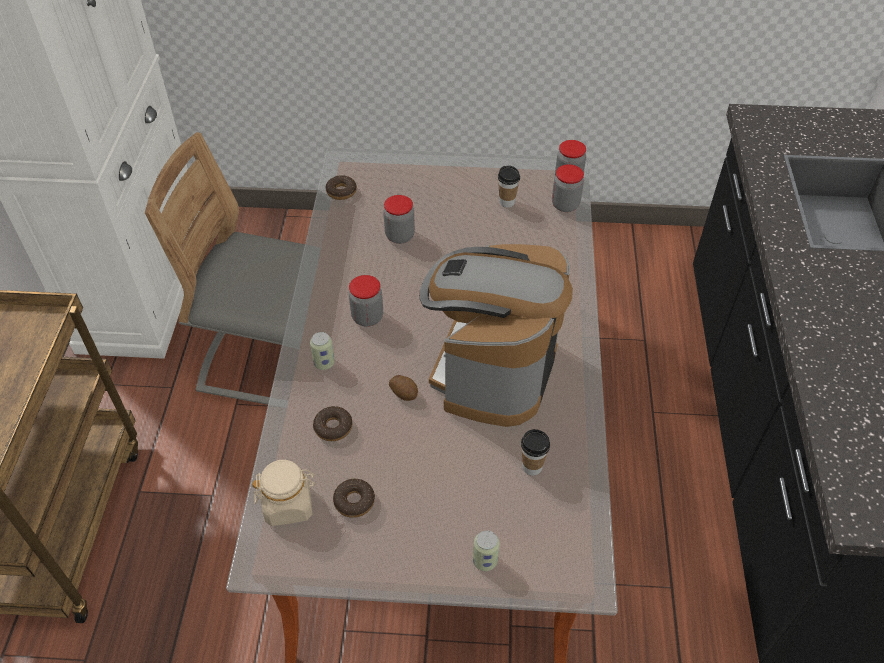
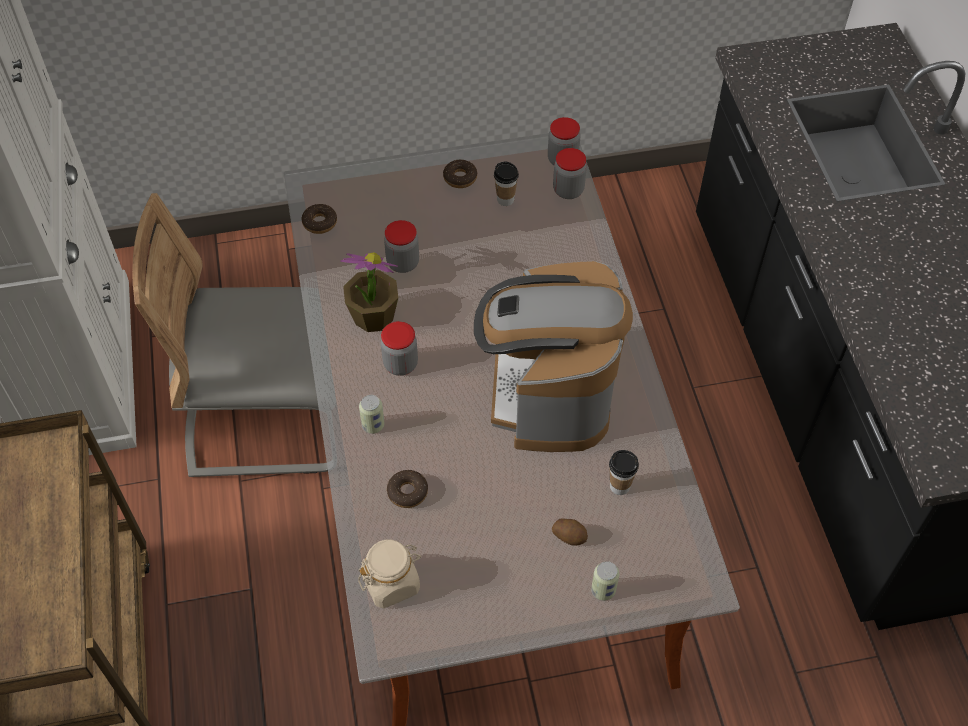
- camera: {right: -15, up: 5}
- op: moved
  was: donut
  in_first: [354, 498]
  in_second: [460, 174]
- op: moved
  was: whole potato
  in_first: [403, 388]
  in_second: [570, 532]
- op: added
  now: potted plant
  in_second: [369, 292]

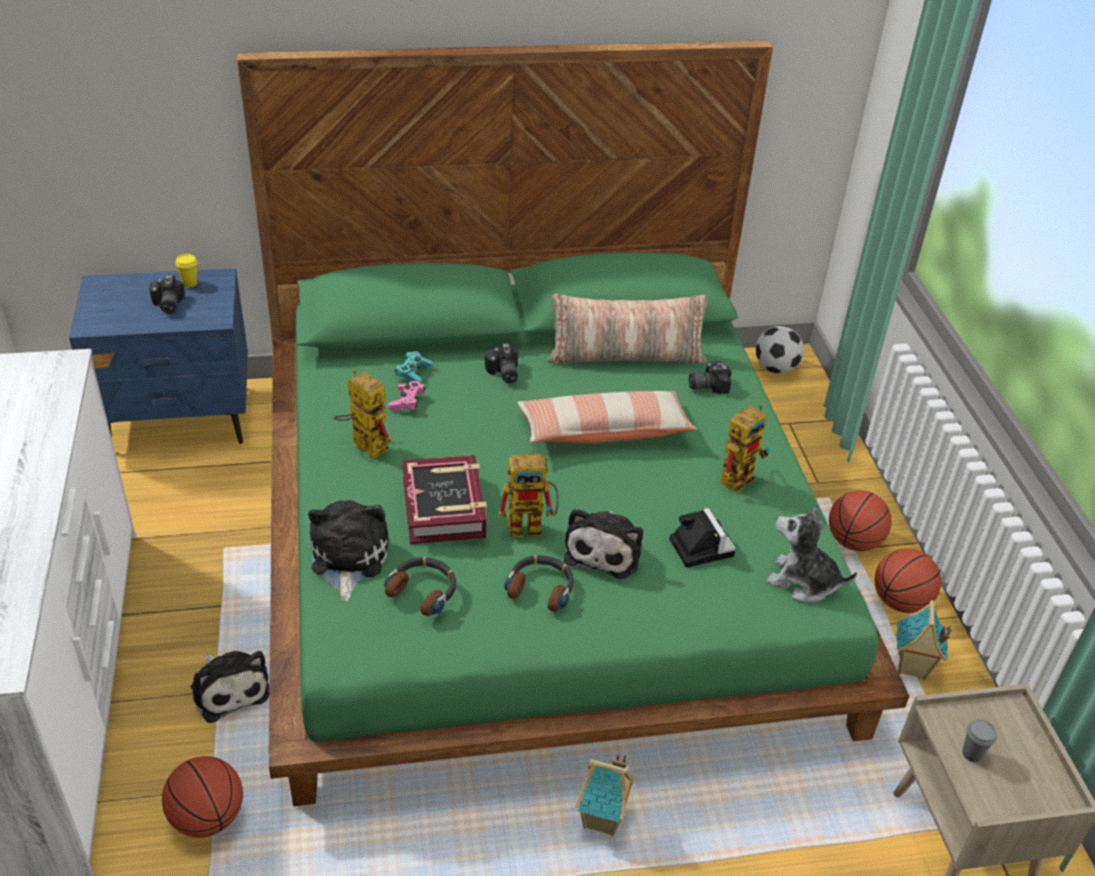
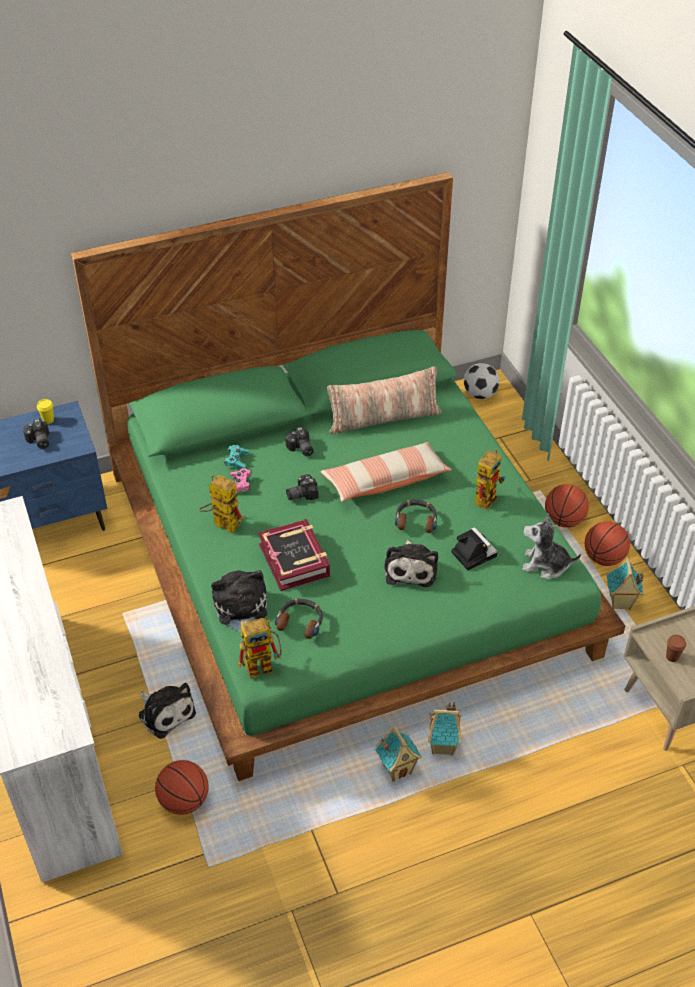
- camera: {right: -10, up: 5}
- op: moved
  was: toy robot
  in_first: [527, 496]
  in_second: [260, 648]
- op: moved
  was: headphones
  in_first: [539, 583]
  in_second: [416, 516]
- op: moved
  was: photo camera
  in_first: [710, 377]
  in_second: [302, 487]
- op: recoloured
  was: greyish small cup
  now: brown-coloured small cup
  in_first: [979, 740]
  in_second: [676, 648]
- op: added
  now: model house
  in_second: [398, 753]

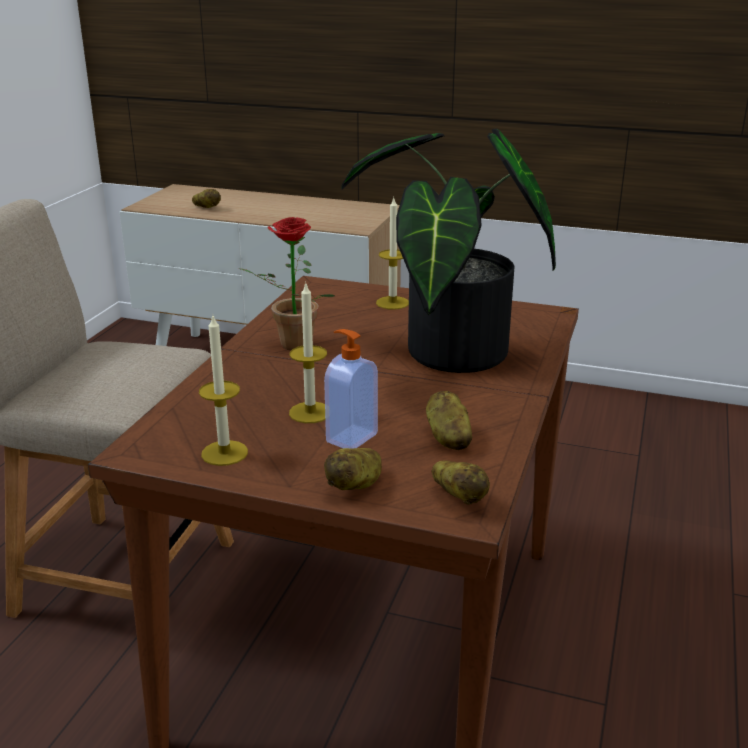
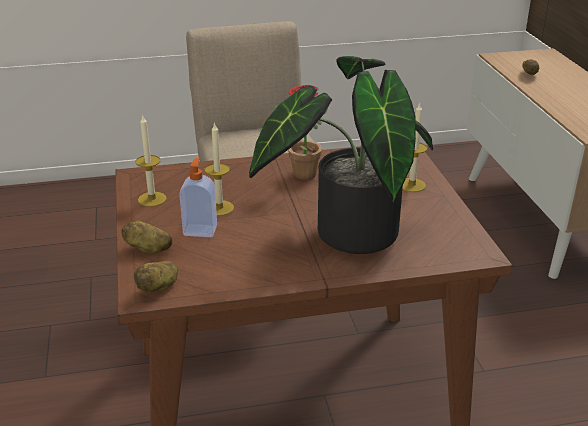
- camera: {right: 60, up: 5}
- op: removed
  was: whole potato
  in_first: [449, 420]

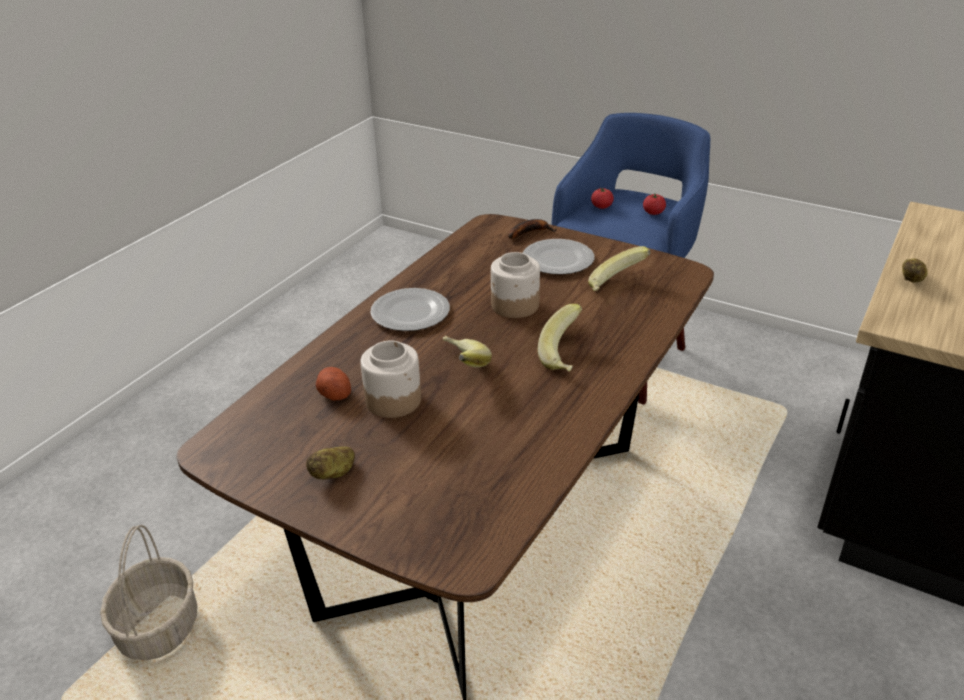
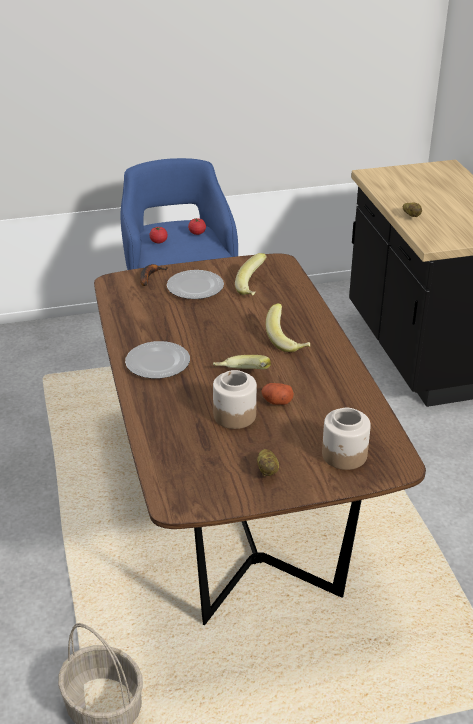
- camera: {right: -45, up: 0}
- op: moved
  was: whole potato
  in_first: [333, 384]
  in_second: [277, 394]
- op: moved
  was: preserve jar
  in_first: [515, 285]
  in_second: [346, 439]

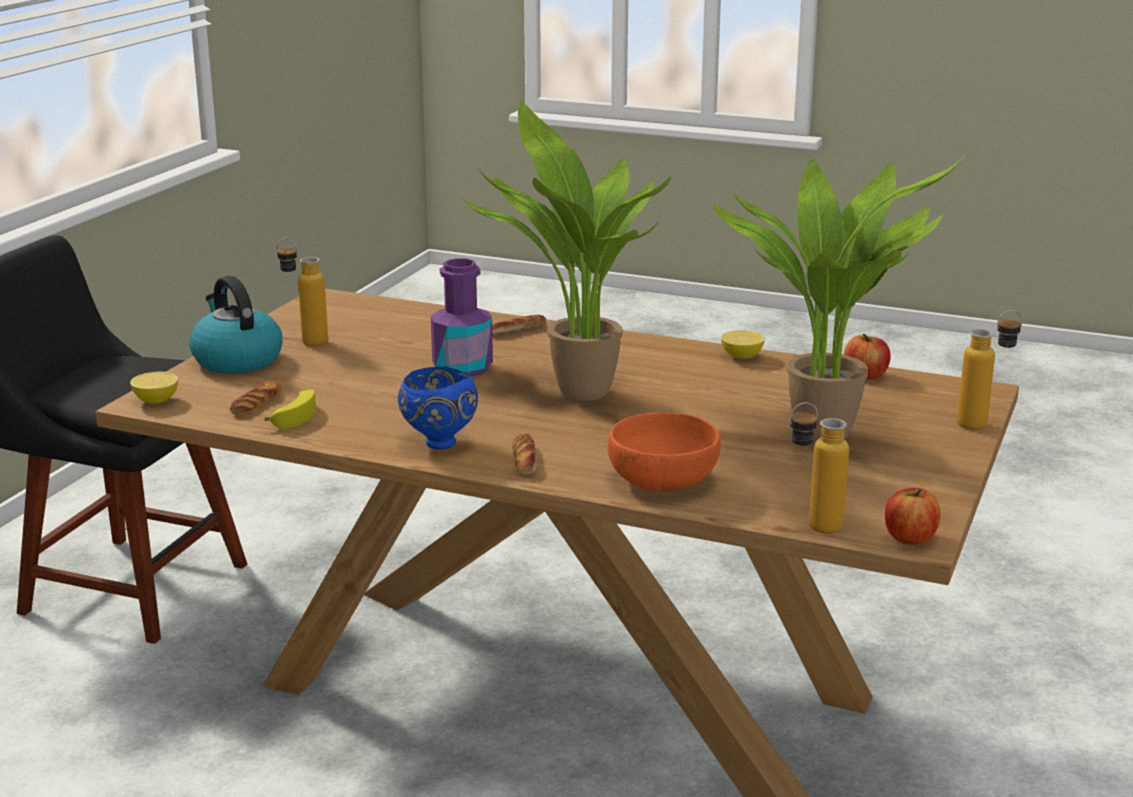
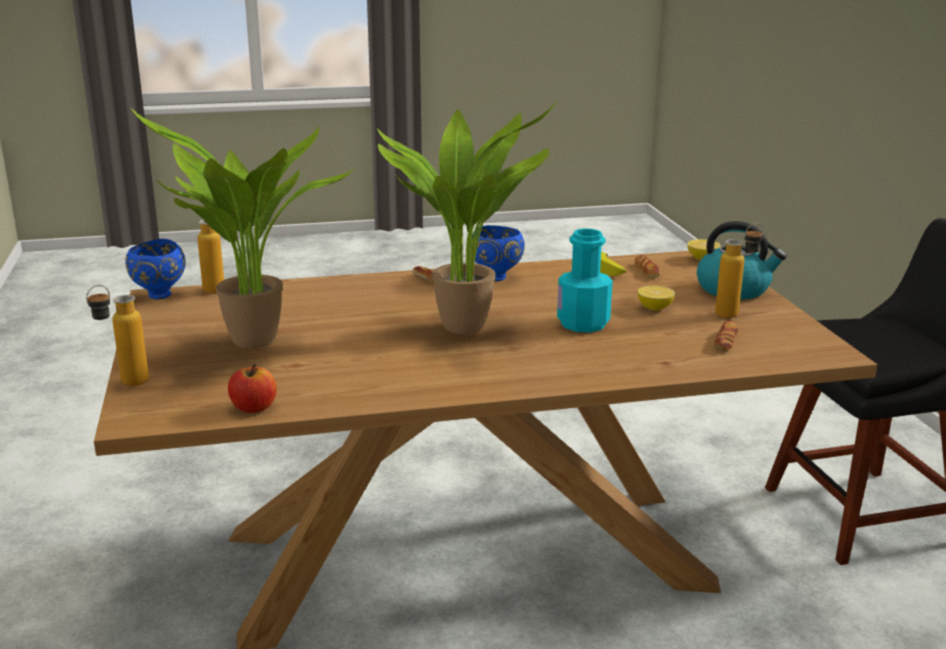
- camera: {right: 145, up: 0}
- op: recoloured
  was: purple bottle
  now: blue-green bottle
  in_first: [462, 317]
  in_second: [585, 280]
- op: moved
  was: bread
  in_first: [519, 324]
  in_second: [726, 336]
- op: removed
  was: orange-coloured deep dish
  in_first: [664, 452]
- op: moved
  was: lemon
  in_first: [743, 344]
  in_second: [656, 298]
- op: replaced
  was: apple
  now: blue-coloured deep dish
  in_first: [912, 516]
  in_second: [155, 269]

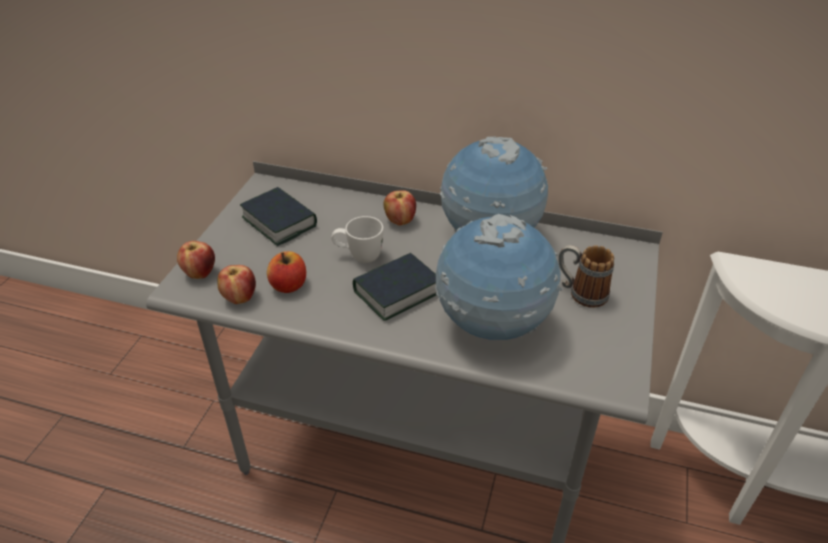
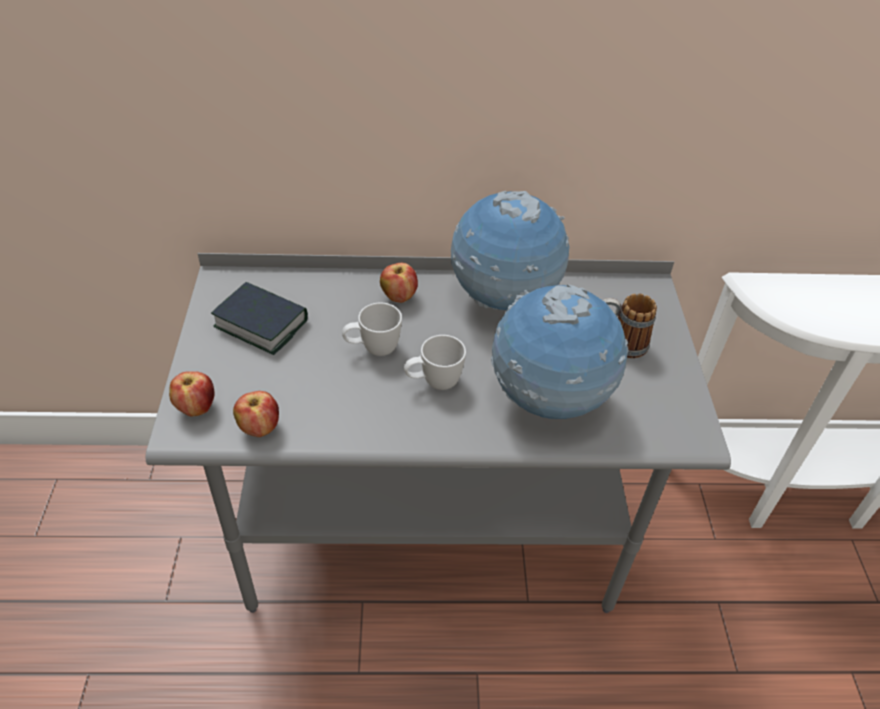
- camera: {right: -20, up: 5}
- op: removed
  was: apple
  in_first: [286, 272]
- op: replaced
  was: book
  now: whitish tea mug
  in_first: [395, 287]
  in_second: [435, 362]

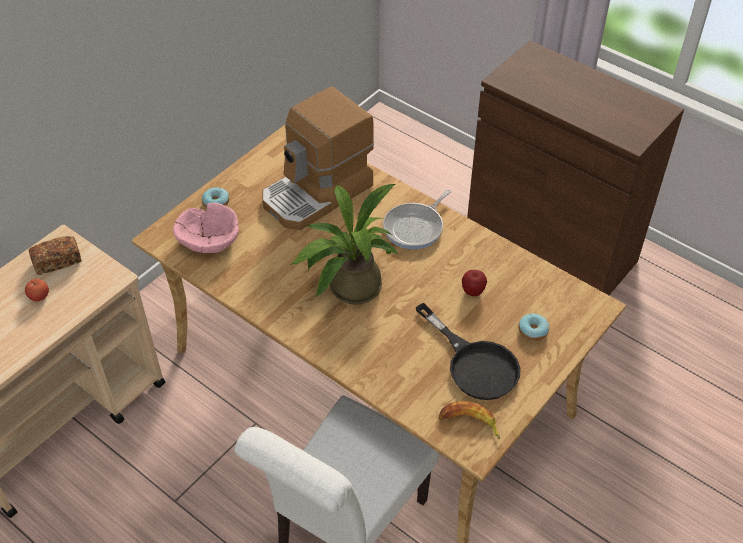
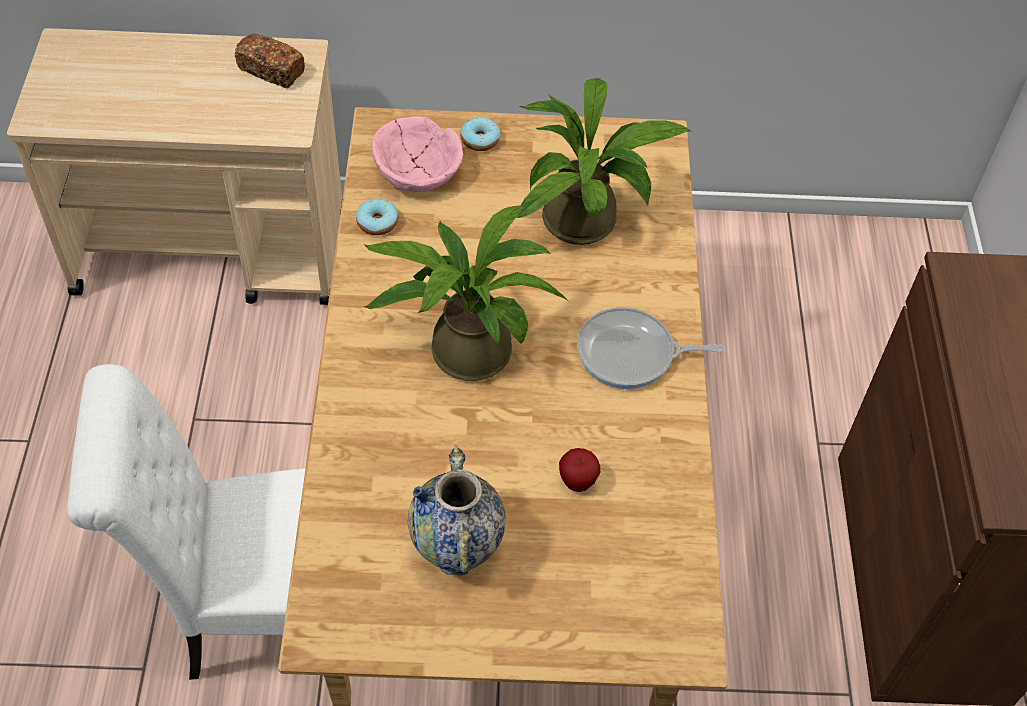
- camera: {right: 50, up: 5}
- op: removed
  was: apple
  in_first: [37, 290]
- op: replaced
  was: coffee maker
  now: potted plant
  in_first: [318, 158]
  in_second: [604, 161]
- op: replaced
  was: black-coloured frying pan
  now: vase
  in_first: [468, 351]
  in_second: [457, 510]
- op: removed
  was: whole banana
  in_first: [469, 420]
- op: moved
  was: donut
  in_first: [533, 327]
  in_second: [377, 217]

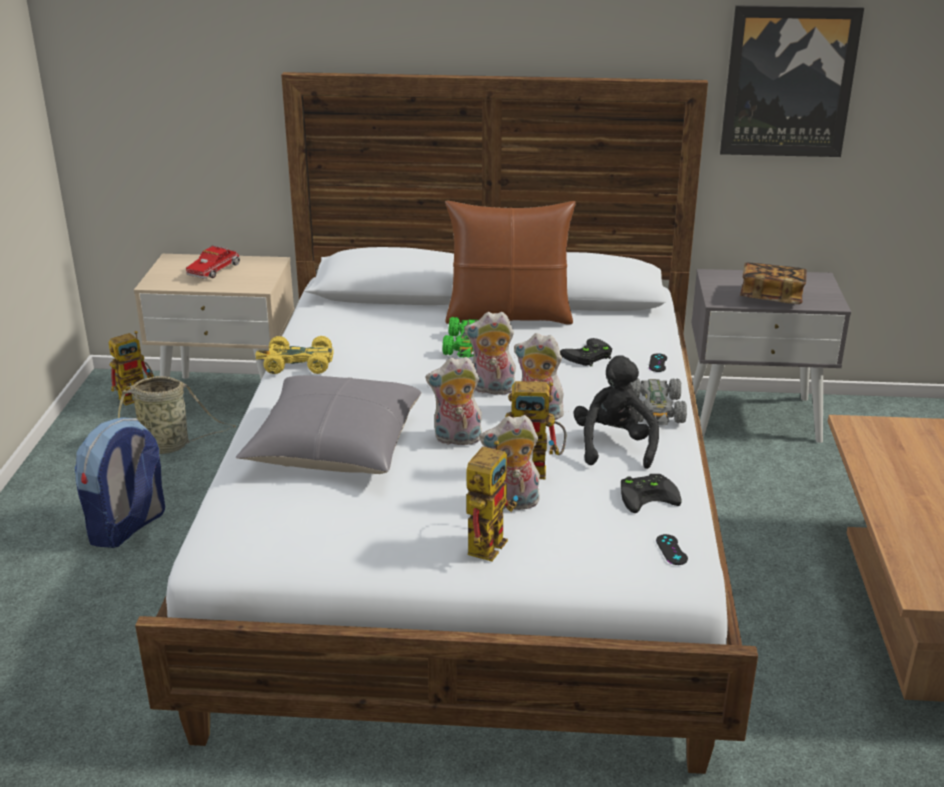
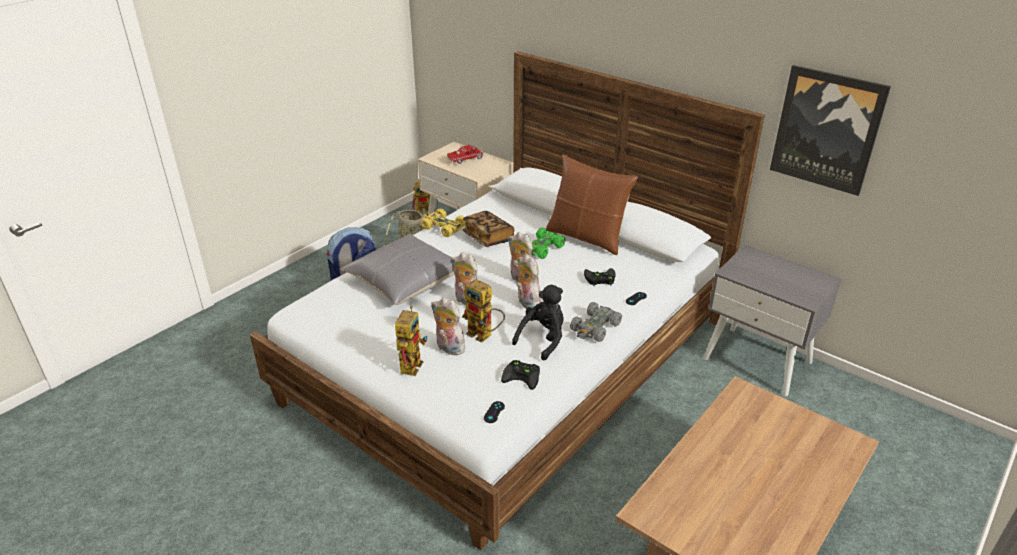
- camera: {right: 35, up: 5}
- op: turned
  was: toy robot
  in_first: [492, 500]
  in_second: [411, 341]
  clockwise: -45
- op: moved
  was: book
  in_first: [773, 283]
  in_second: [488, 229]

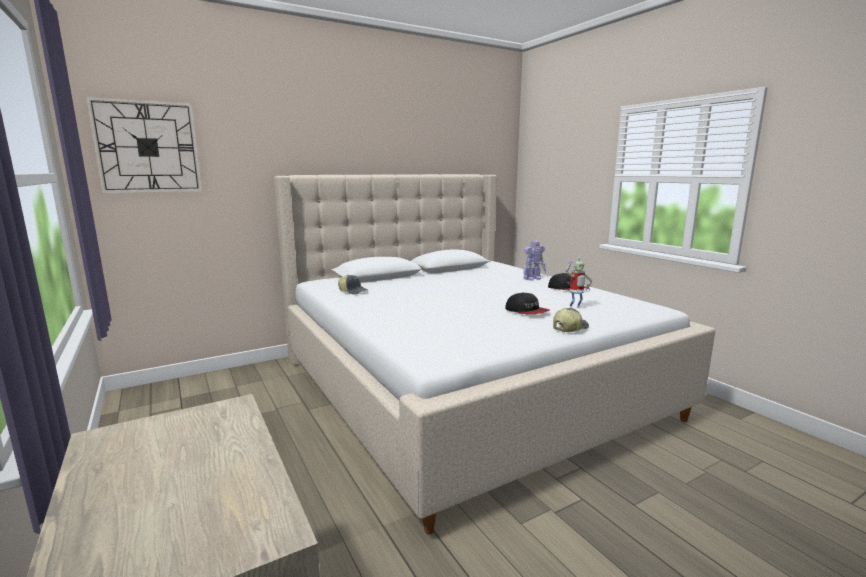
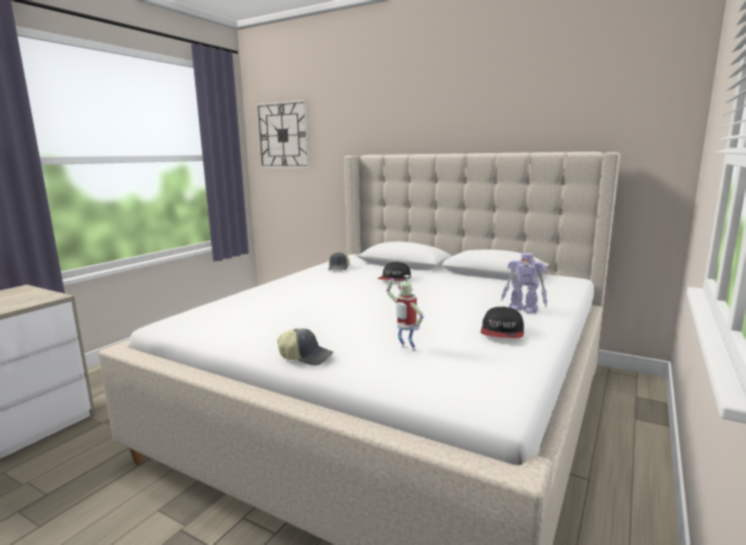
- camera: {right: 60, up: 0}
- op: moved
  was: peaked cap
  in_first: [527, 303]
  in_second: [394, 271]

